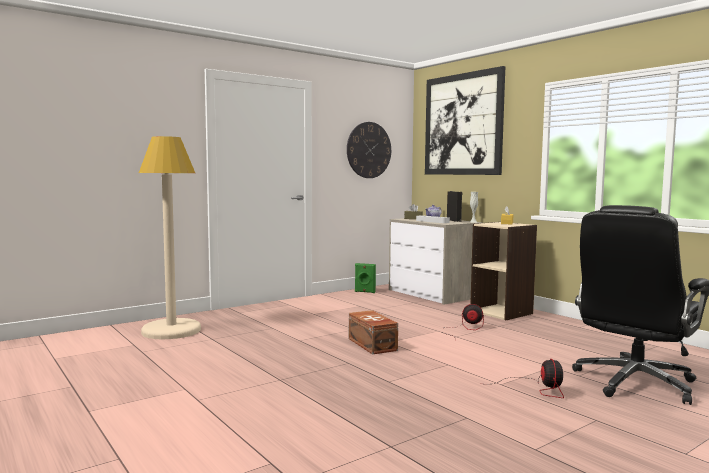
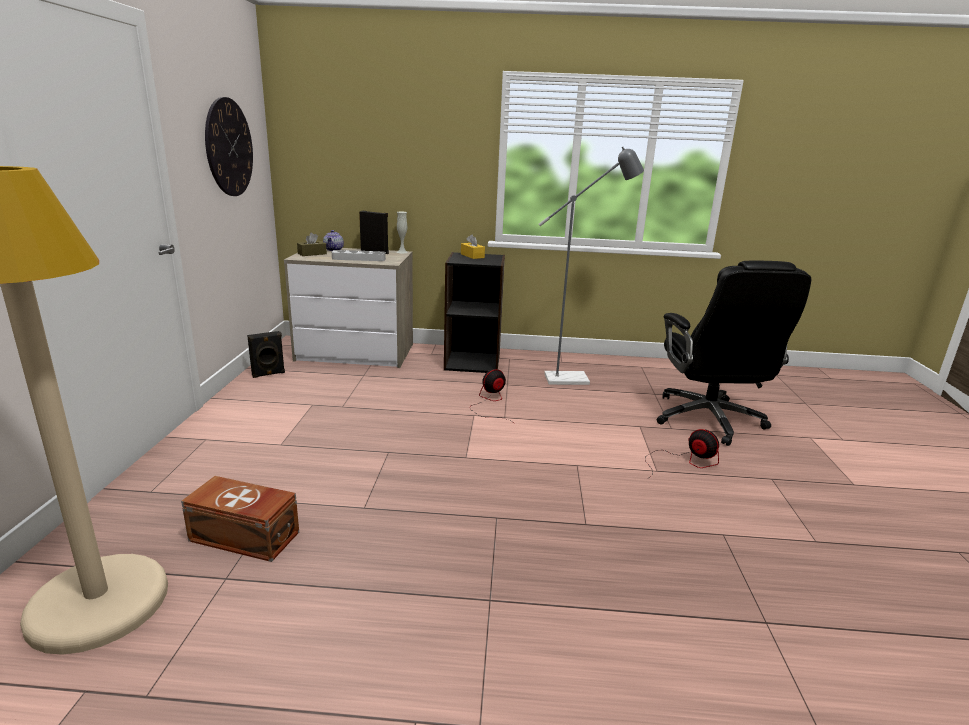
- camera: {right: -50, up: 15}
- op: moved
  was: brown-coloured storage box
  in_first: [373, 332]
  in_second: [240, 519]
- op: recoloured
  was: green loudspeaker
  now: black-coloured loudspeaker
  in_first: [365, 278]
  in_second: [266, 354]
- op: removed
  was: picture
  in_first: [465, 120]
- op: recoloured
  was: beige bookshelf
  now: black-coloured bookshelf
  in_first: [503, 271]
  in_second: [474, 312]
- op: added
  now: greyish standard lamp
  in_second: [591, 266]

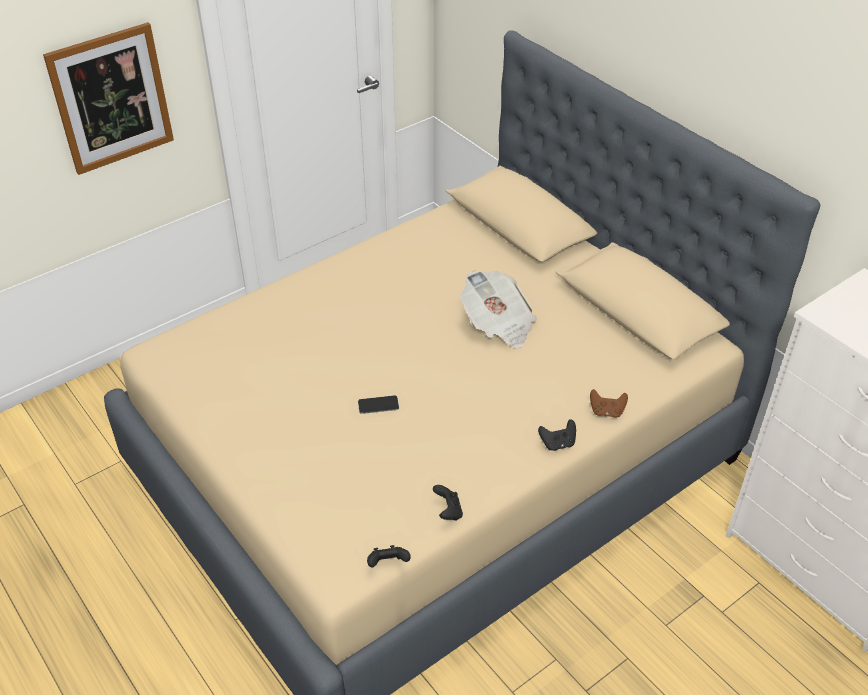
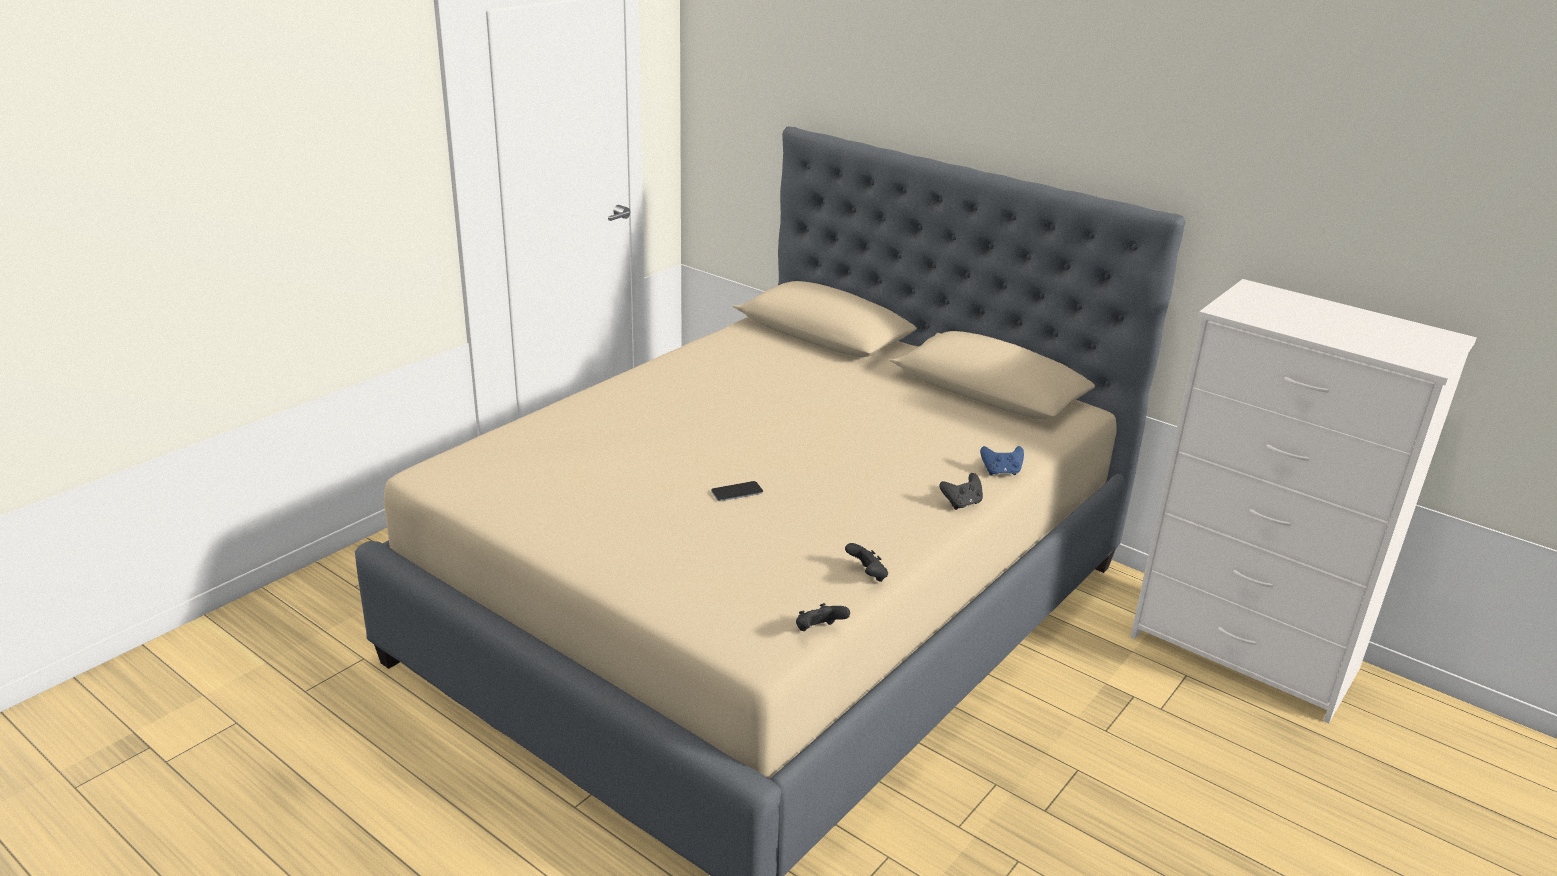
- camera: {right: -15, up: -15}
- op: removed
  was: picture
  in_first: [108, 98]
- op: removed
  was: newspaper
  in_first: [498, 309]
- op: recoloured
  was: brown-coloured gamepad
  now: blue-coloured gamepad
  in_first: [609, 403]
  in_second: [1002, 460]

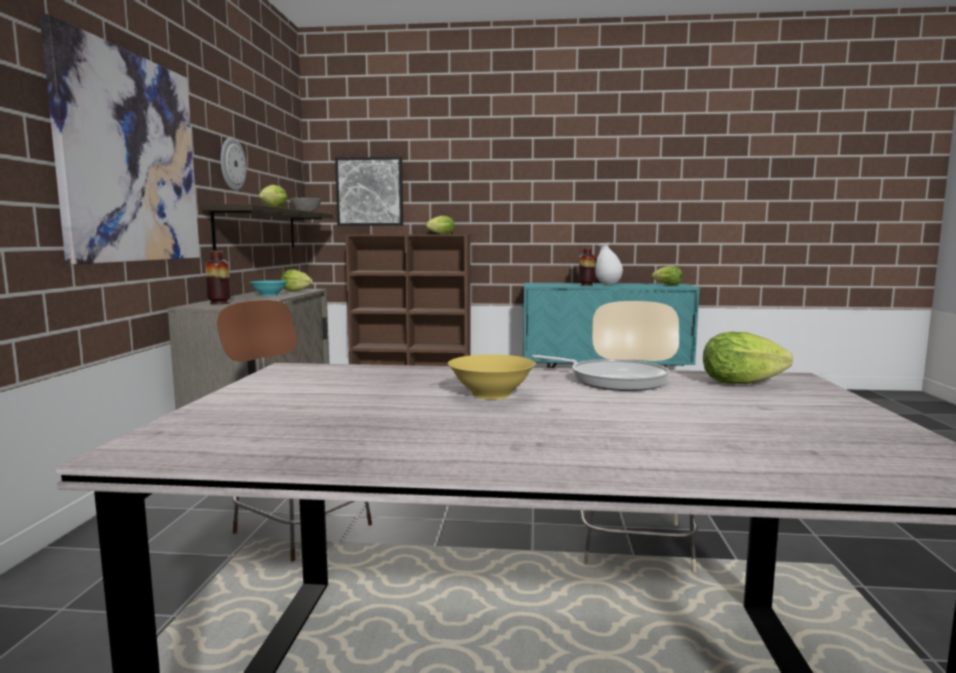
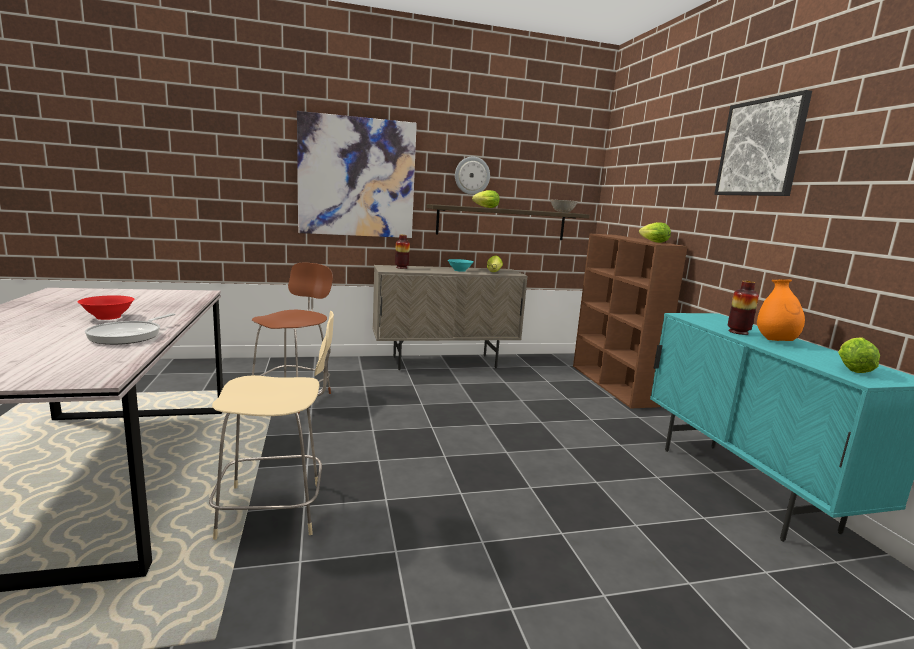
- camera: {right: 70, up: 5}
- op: moved
  was: picture
  in_first: [369, 191]
  in_second: [763, 143]
- op: recoloured
  was: yellow-coloured deep dish
  now: reddish deep dish
  in_first: [492, 376]
  in_second: [106, 307]
- op: recoloured
  was: whitish vase
  now: orange-coloured vase
  in_first: [609, 264]
  in_second: [781, 310]
- op: removed
  was: head of lettuce
  in_first: [748, 358]

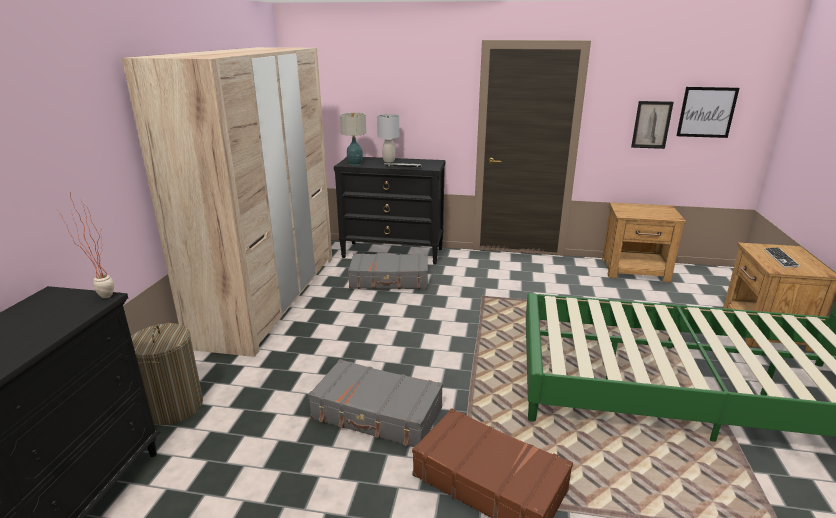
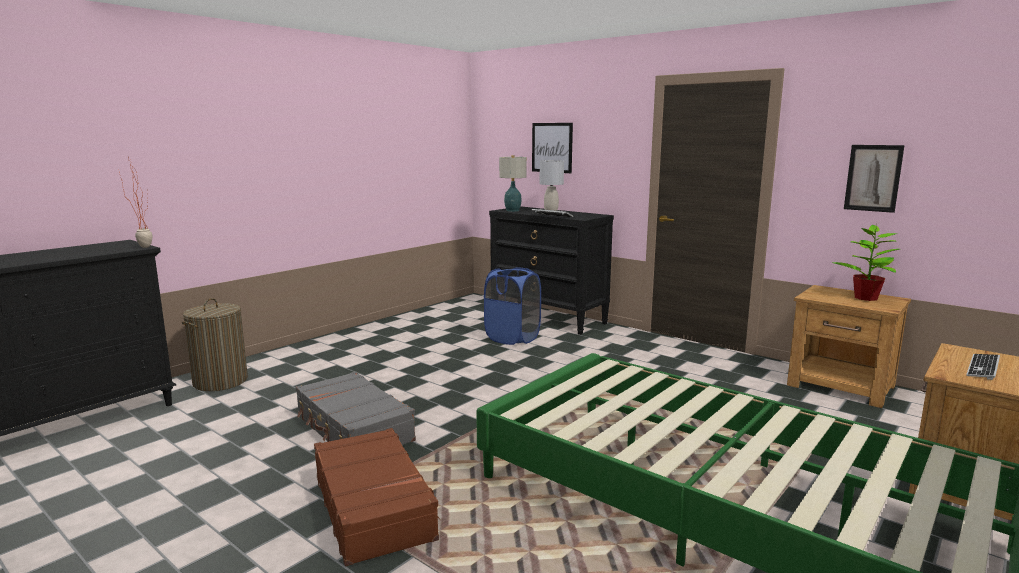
- camera: {right: 30, up: -10}
- op: removed
  was: beige clothes cupboard
  in_first: [227, 202]
- op: replaced
  was: greyish travel case
  now: blue-coloured hamper
  in_first: [388, 271]
  in_second: [512, 306]
- op: moved
  was: picture
  in_first: [707, 112]
  in_second: [552, 148]
- op: added
  now: potted plant
  in_second: [866, 262]

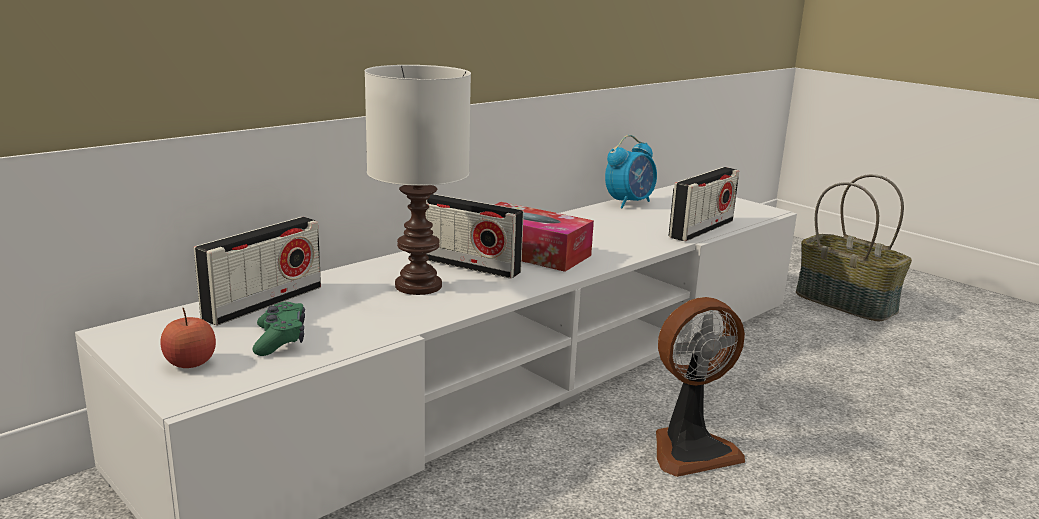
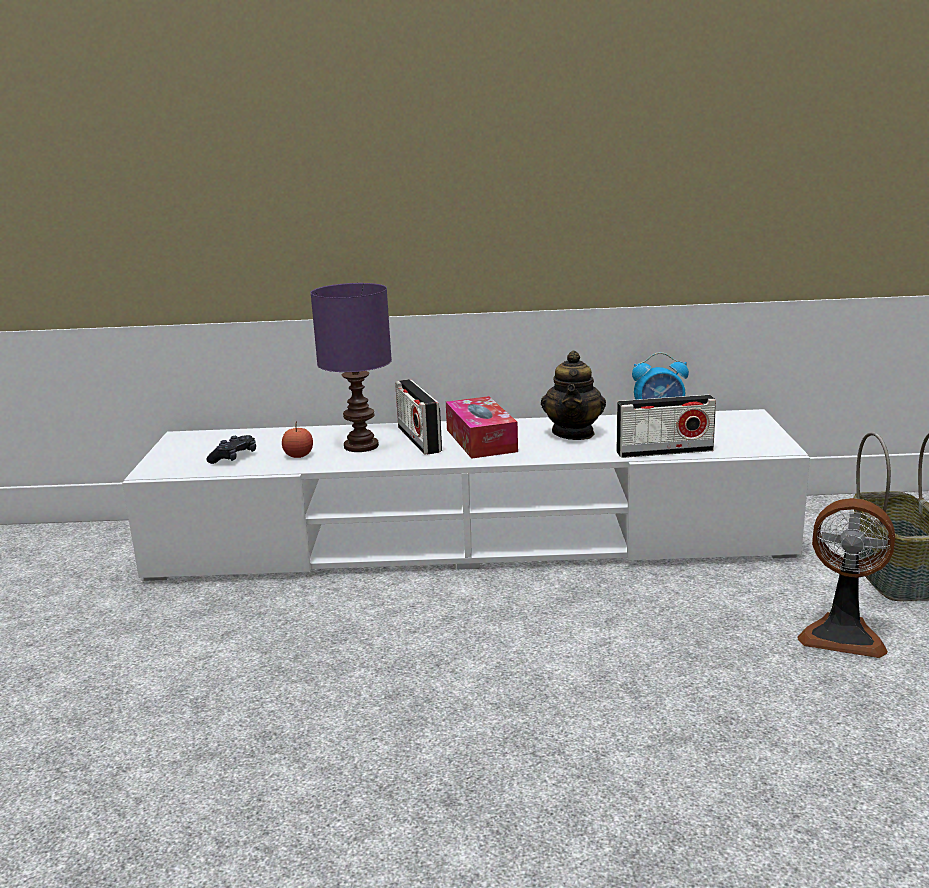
- camera: {right: 45, up: 0}
- op: moved
  was: apple
  in_first: [188, 338]
  in_second: [297, 439]
- op: removed
  was: radio set
  in_first: [257, 271]
- op: recoloured
  was: green gamepad
  now: black-coloured gamepad
  in_first: [279, 329]
  in_second: [231, 449]
- op: recoloured
  was: whitish table lamp
  now: purple table lamp
  in_first: [417, 180]
  in_second: [351, 367]
- op: moved
  was: fan
  in_first: [700, 387]
  in_second: [846, 578]
- op: added
  now: teapot
  in_second: [573, 395]

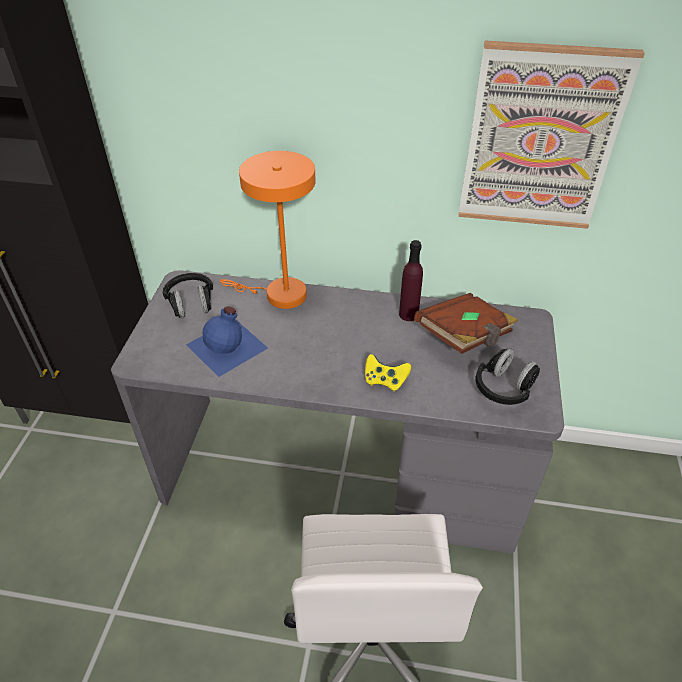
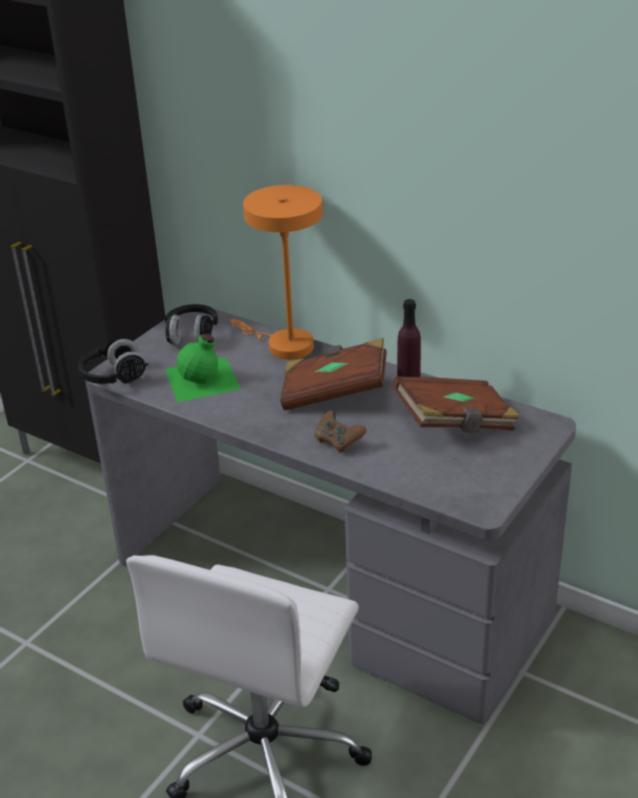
- camera: {right: 25, up: -10}
- op: recoloured
  was: blue-coloured bottle
  now: green bottle
  in_first: [227, 342]
  in_second: [203, 367]
- op: recoloured
  was: yellow-coloured gamepad
  now: brown-coloured gamepad
  in_first: [388, 373]
  in_second: [340, 431]
- op: removed
  was: picture
  in_first: [552, 135]
- op: moved
  was: black-coloured headphones
  in_first: [508, 376]
  in_second: [113, 361]
- op: added
  now: brown-coloured book
  in_second: [333, 374]

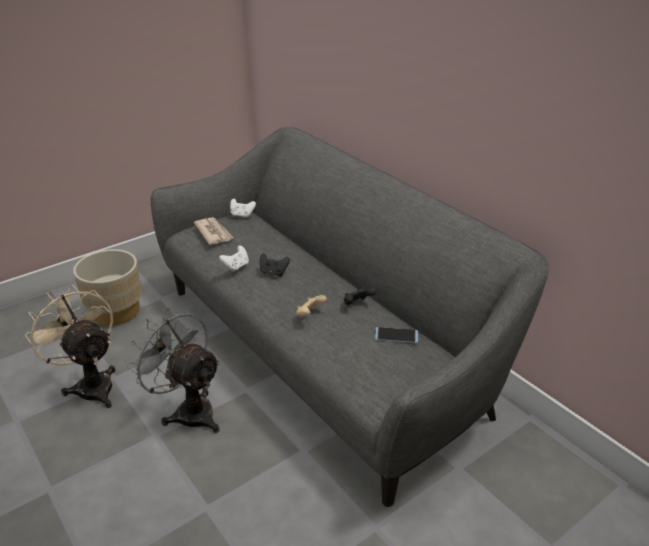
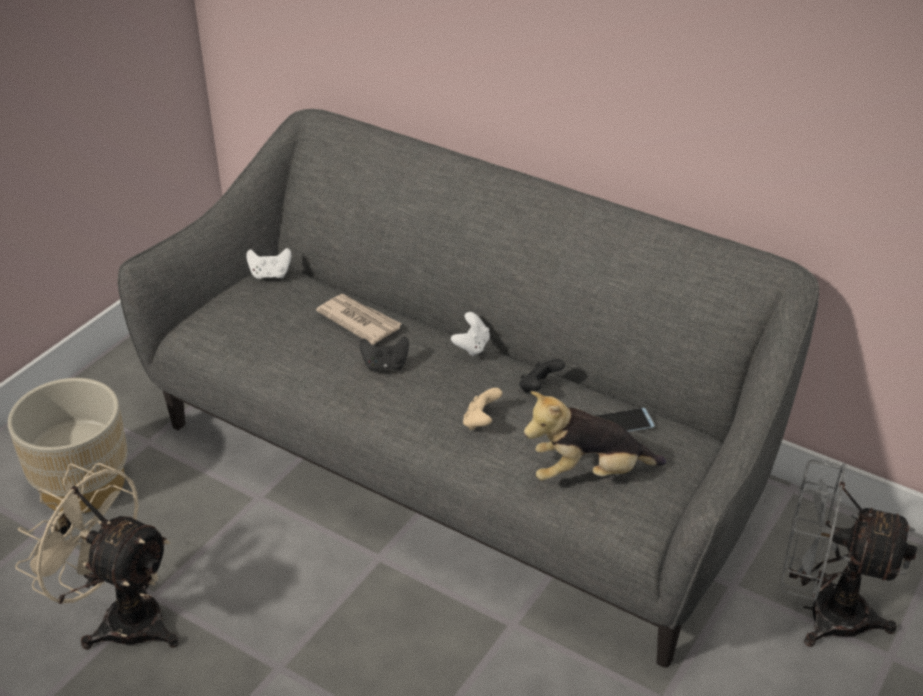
- camera: {right: -20, up: 5}
- op: moved
  was: greyish fan
  in_first: [173, 370]
  in_second: [848, 553]
- op: moved
  was: newspaper
  in_first: [214, 231]
  in_second: [359, 319]
- op: moved
  was: whitish gamepad
  in_first: [234, 258]
  in_second: [470, 334]
- op: added
  now: cuddly toy
  in_second: [595, 436]

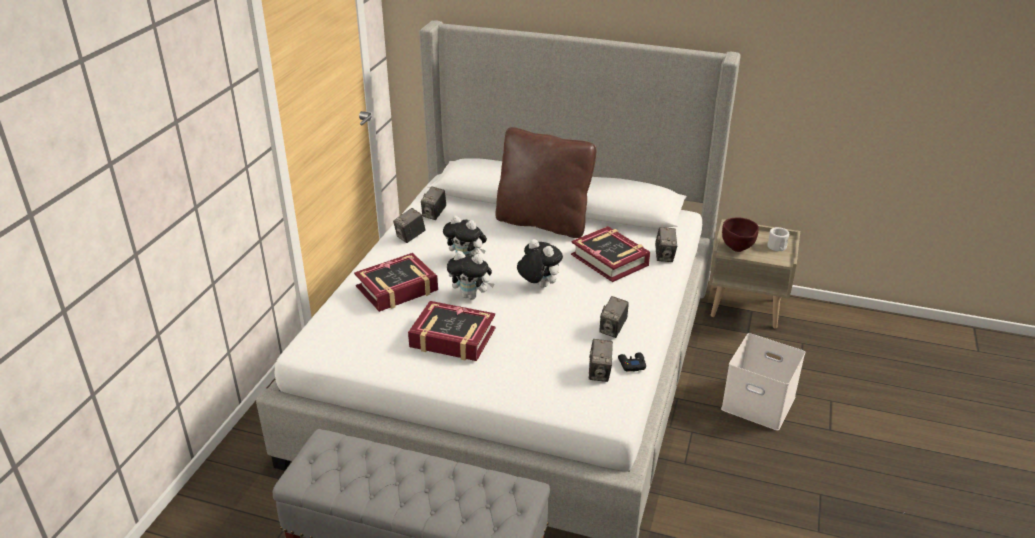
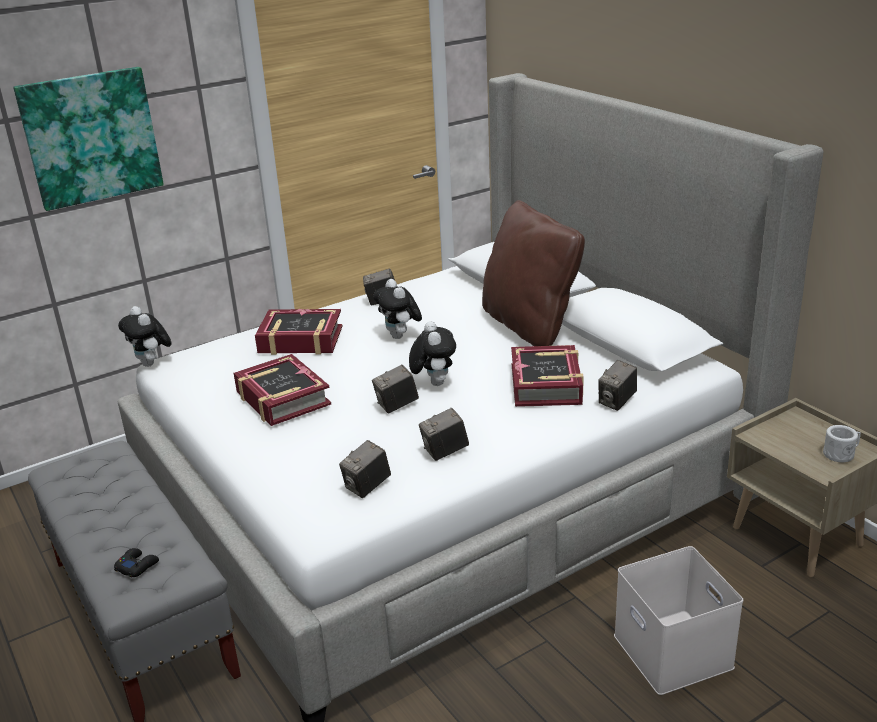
- camera: {right: 40, up: -5}
- op: moved
  was: photo camera
  in_first: [433, 203]
  in_second: [395, 389]
- op: moved
  was: cuddly toy
  in_first: [470, 275]
  in_second: [145, 336]
- op: moved
  was: black-coloured gamepad
  in_first: [632, 362]
  in_second: [136, 562]
- op: removed
  was: brown-coloured deep dish
  in_first: [740, 234]
- op: added
  now: picture
  in_second: [88, 139]

